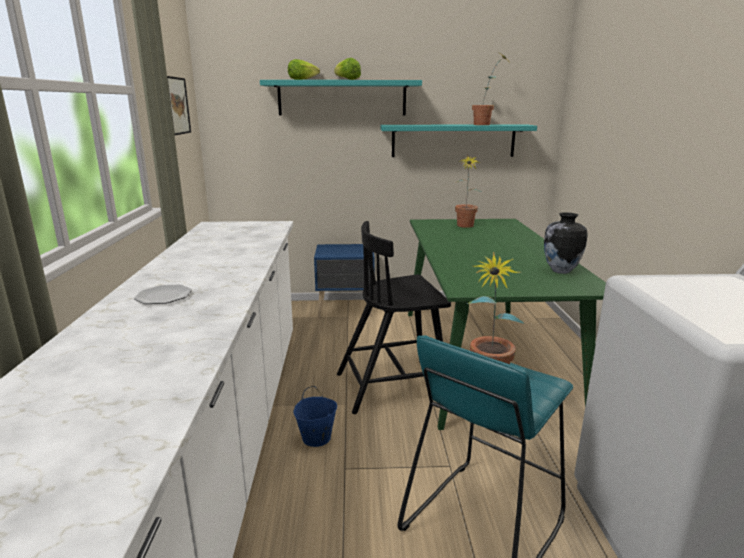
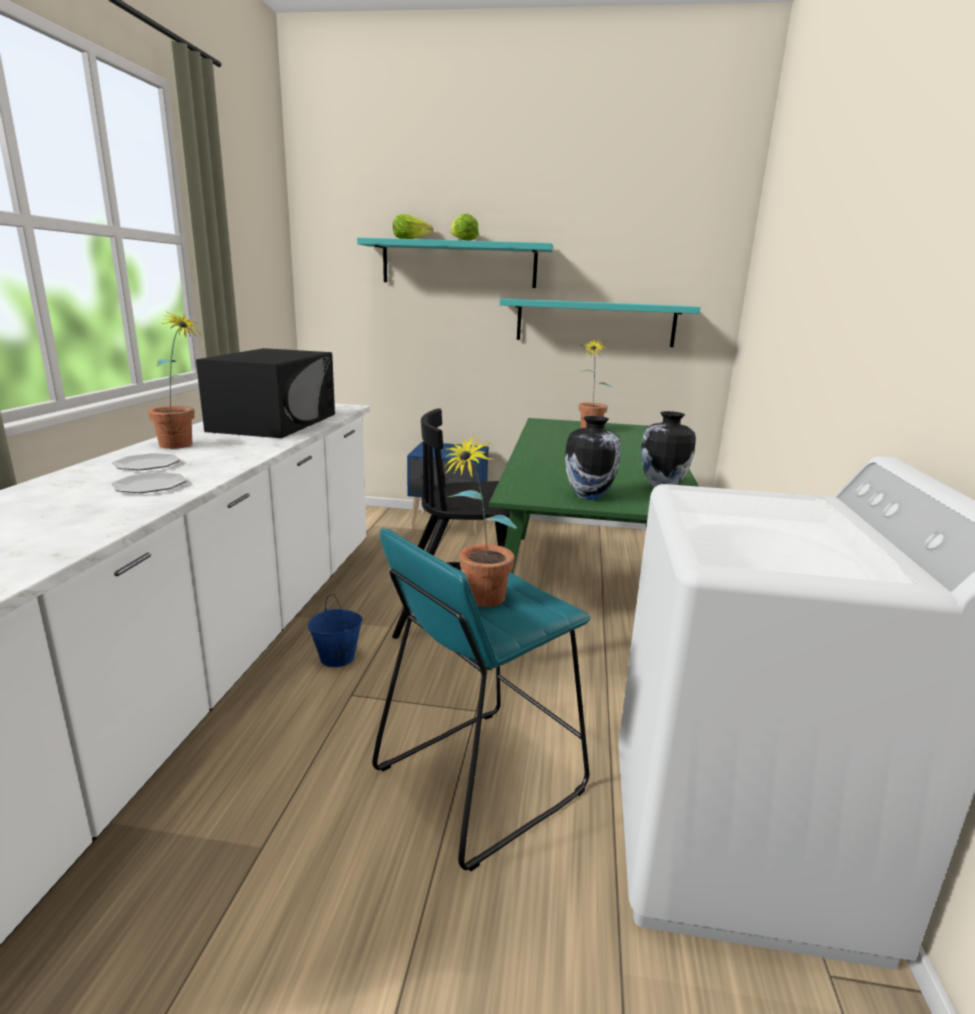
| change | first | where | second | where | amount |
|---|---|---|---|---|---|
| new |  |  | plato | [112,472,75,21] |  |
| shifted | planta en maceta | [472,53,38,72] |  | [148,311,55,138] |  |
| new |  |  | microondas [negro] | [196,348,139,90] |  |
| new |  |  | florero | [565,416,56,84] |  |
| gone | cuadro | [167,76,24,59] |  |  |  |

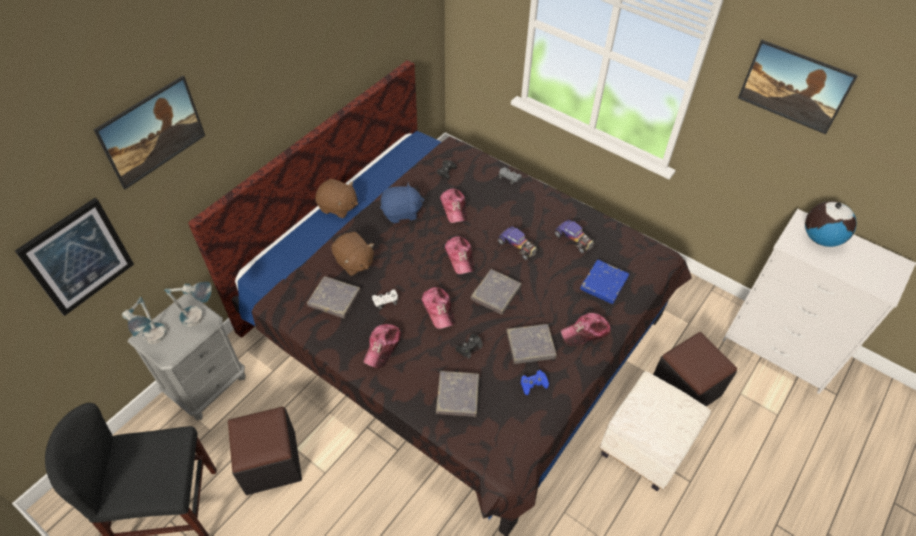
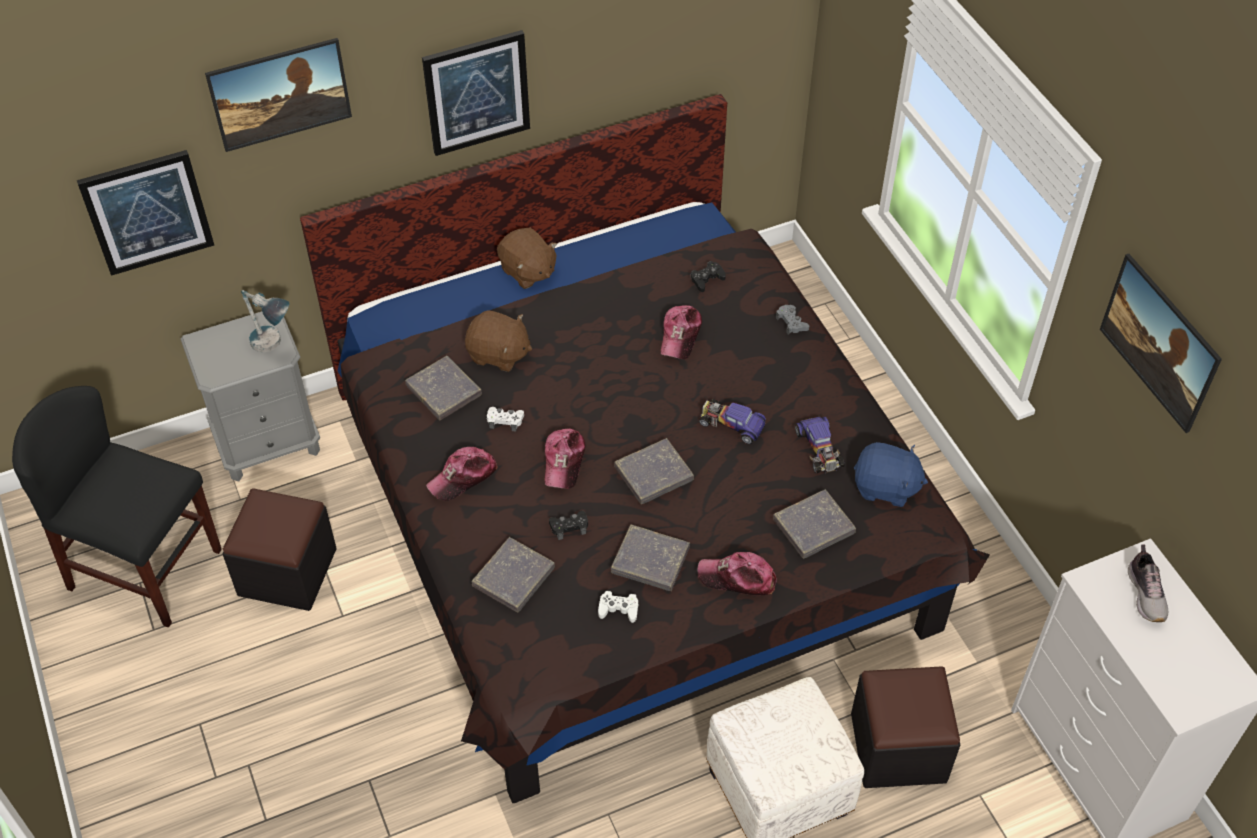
| change | first | where | second | where | amount |
|---|---|---|---|---|---|
| new |  |  | cuadro | [422,30,108,126] |  |
| rotated | peluche [marrón] | [331,232,43,44] |  | [465,310,67,62] | 60 degrees counterclockwise |
| repainted | mando de consola [azul] | [521,370,28,25] | mando de consola [blanco] | [598,591,41,32] |  |
| rotated | coche de juguete | [498,226,41,34] |  | [699,399,67,45] | 135 degrees clockwise |
| repainted | libro [azul] | [580,260,49,44] | libro [gris] | [773,489,83,70] |  |
| shifted | peluche [azul] | [380,182,44,41] |  | [854,442,74,65] |  |
| swapped | globo terráqueo | [805,201,52,46] | zapato | [1128,544,40,78] |  |
| gone | lámpara de mesa | [122,297,45,47] |  |  |  |
| gone | gorra | [445,236,30,38] |  |  |  |

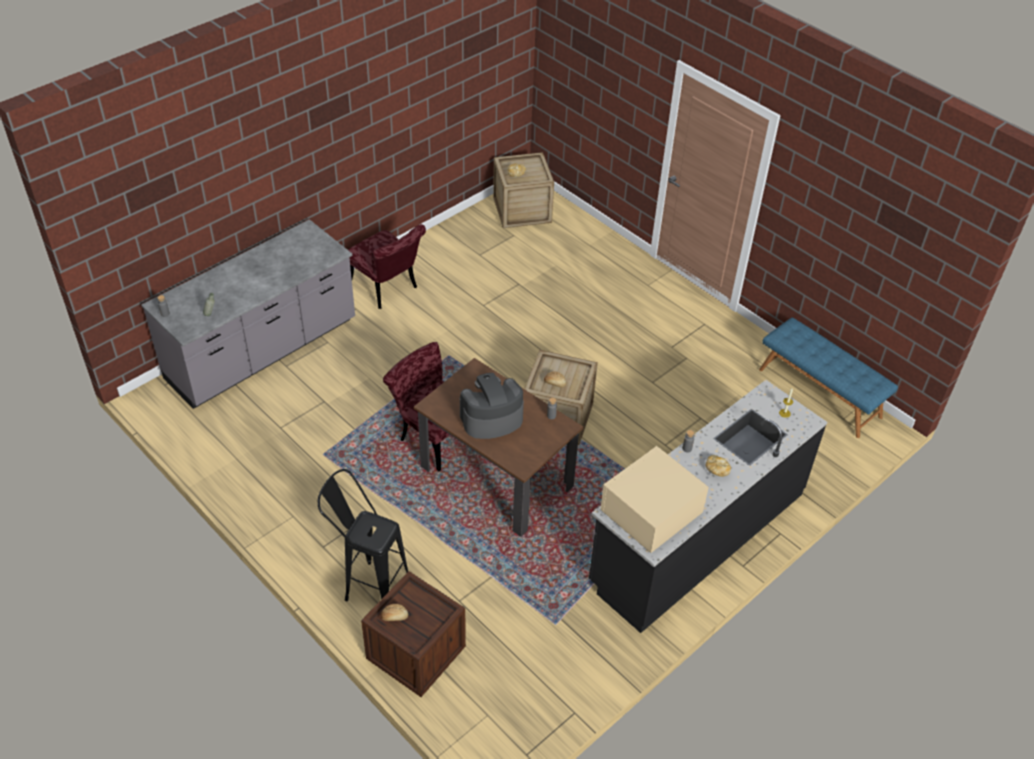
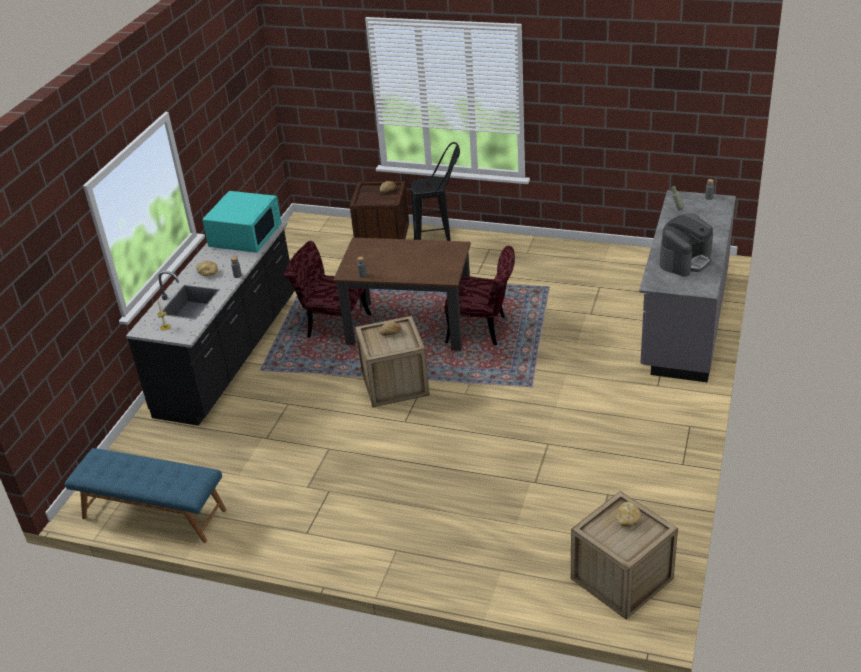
| change | first | where | second | where | amount |
|---|---|---|---|---|---|
| repainted | microondas [beis] | [600,446,109,107] | microondas [turquesa] | [202,191,80,62] |  |
| shifted | silla [rojo] | [348,224,78,85] |  | [284,241,87,97] |  |
| shifted | cafetera | [460,373,64,66] |  | [659,213,54,64] |  |

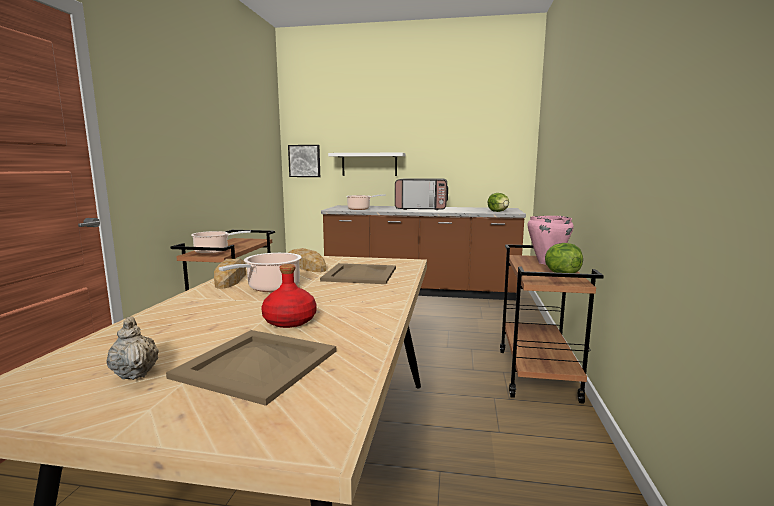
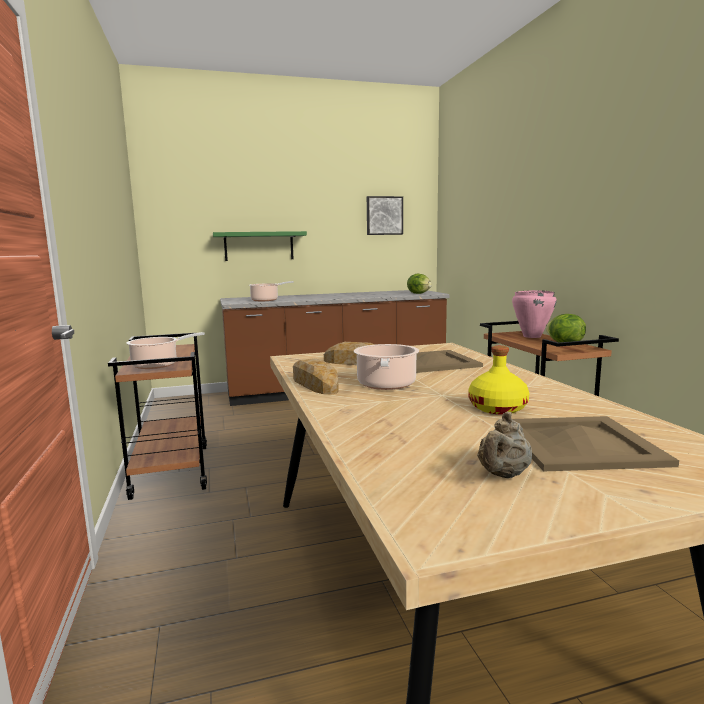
| change | first | where | second | where | amount |
|---|---|---|---|---|---|
| repainted | estante [blanco] | [328,153,77,23] | estante [verde] | [213,231,94,30] |  |
| shifted | cuadro | [288,145,32,32] |  | [367,196,36,39] |  |
| repainted | botella [rojo] | [261,264,55,64] | botella [amarillo] | [468,346,61,68] |  |
| rotated | tetera [beis] | [107,317,52,63] |  | [477,412,55,66] | 90 degrees counterclockwise |
| gone | microondas | [395,178,53,32] |  |  |  |

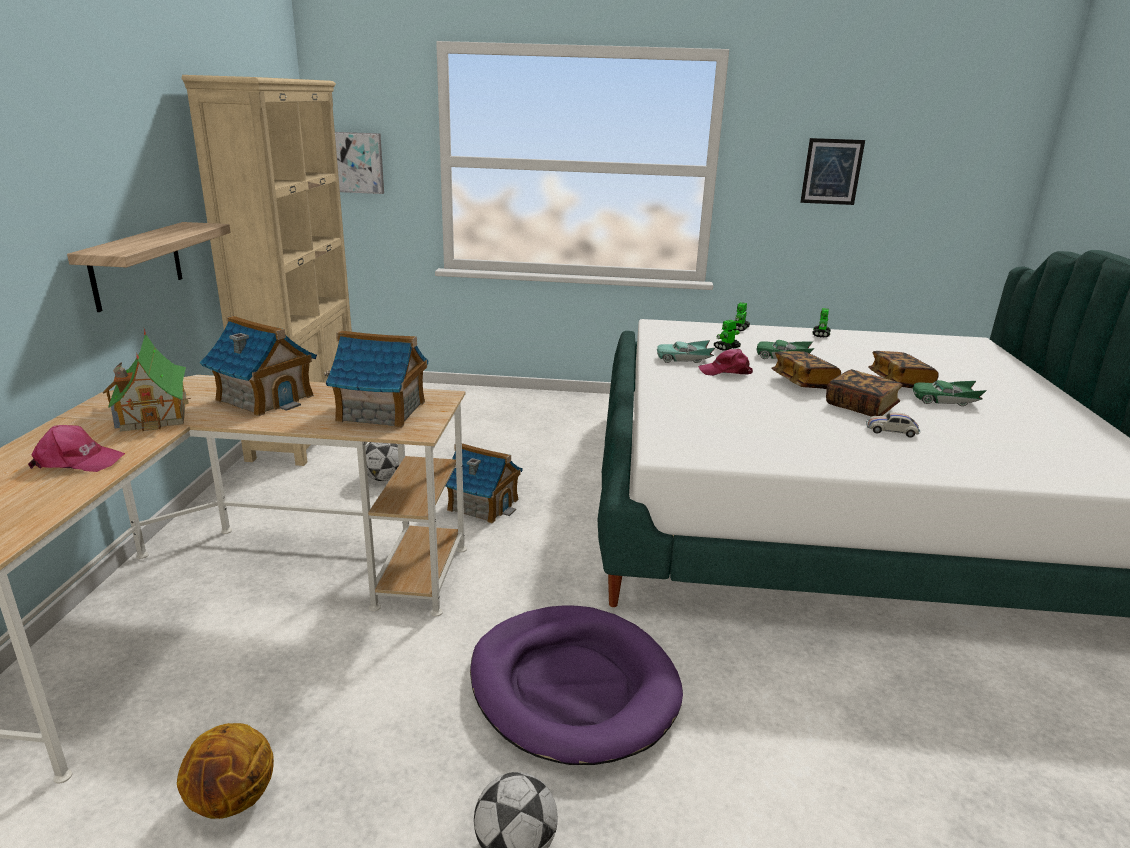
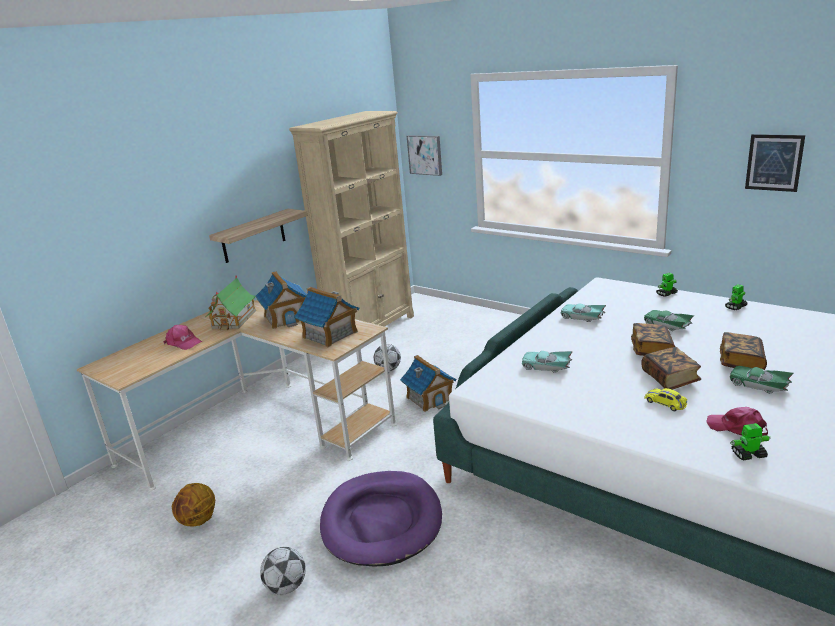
| change | first | where | second | where | amount |
|---|---|---|---|---|---|
| new |  |  | coche de juguete [turquesa] | [522,351,51,22] |  |
| repainted | coche de juguete [blanco] | [866,412,54,26] | coche de juguete [amarillo] | [645,388,42,23] |  |
| shifted | gorra [rosa] | [698,349,55,27] |  | [706,407,62,29] |  |
| shifted | robot de juguete | [714,320,27,31] |  | [730,423,41,37] |  |

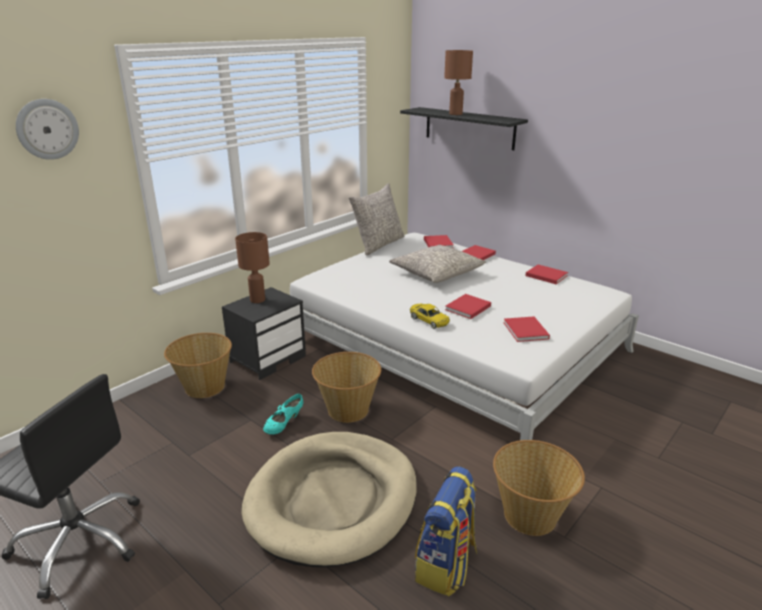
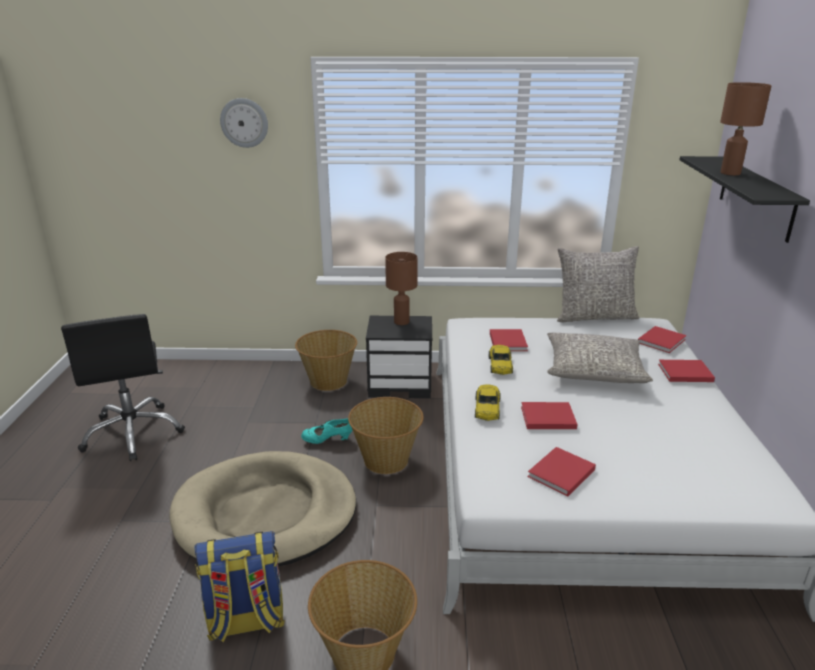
| change | first | where | second | where | amount |
|---|---|---|---|---|---|
| new |  |  | coche de juguete [amarillo] | [489,345,24,30] |  |
| shifted | libro [rojo] | [525,265,43,19] |  | [490,329,38,22] |  |

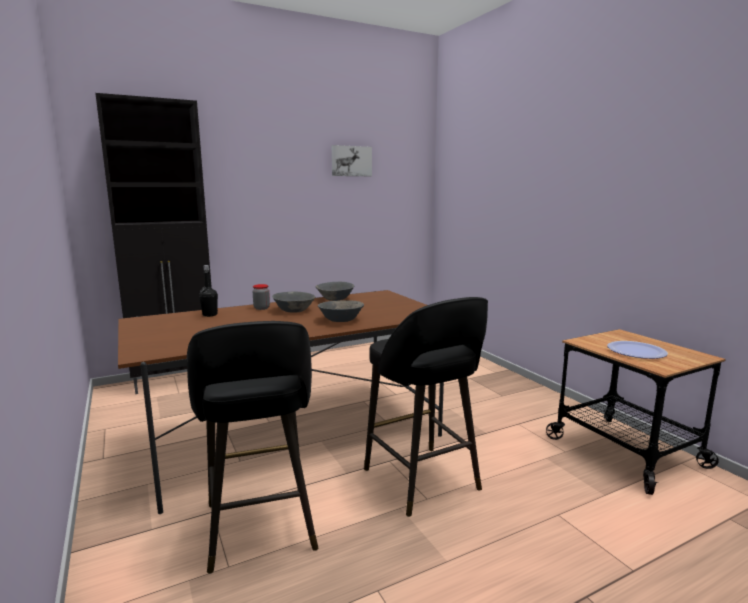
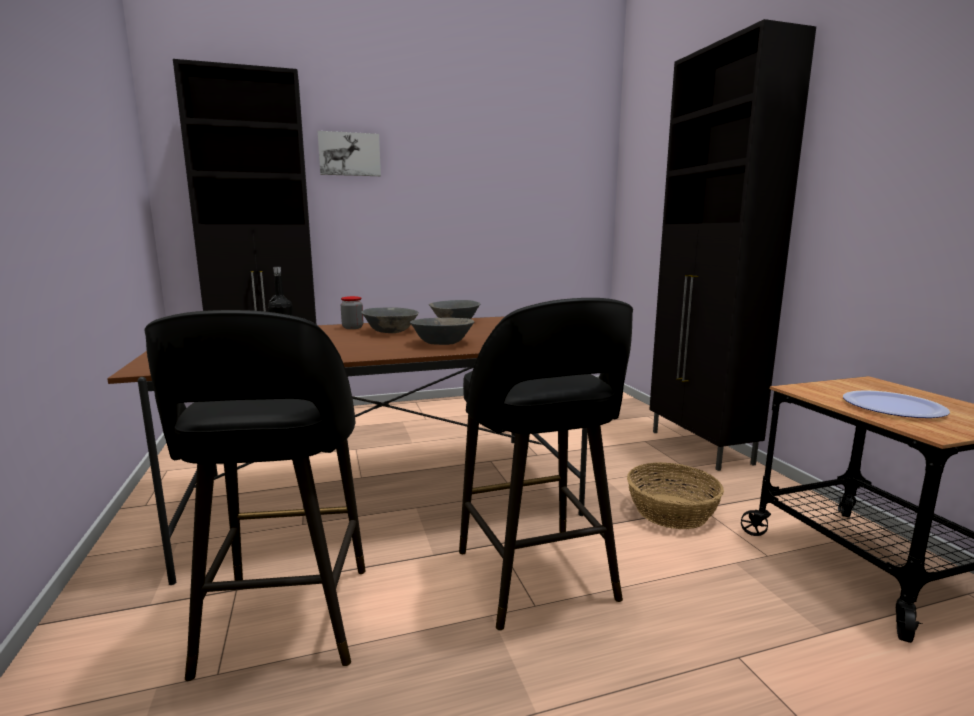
| change | first | where | second | where | amount |
|---|---|---|---|---|---|
| shifted | cuadro | [332,145,40,31] |  | [318,131,63,45] |  |
| new |  |  | cesta | [627,462,97,67] |  |
| new |  |  | armario [negro] | [649,19,167,452] |  |

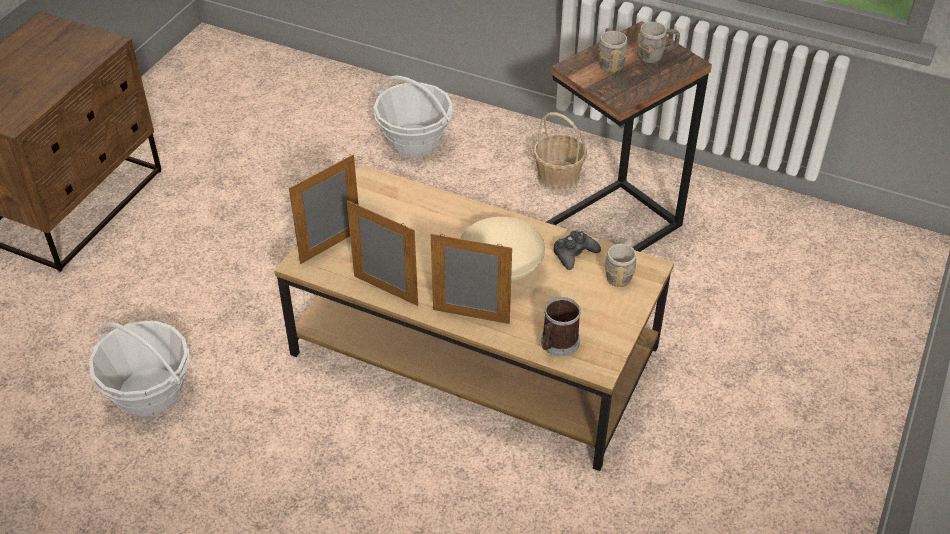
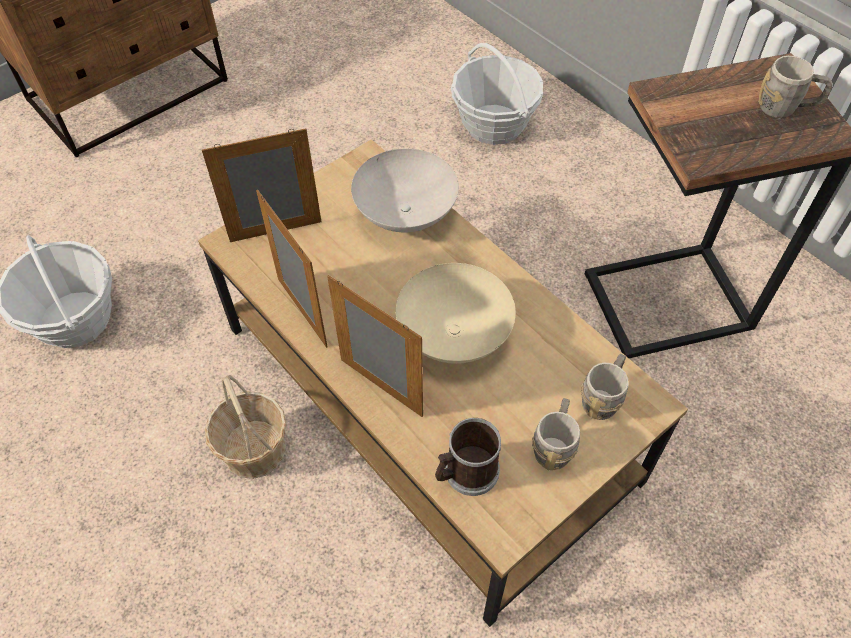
| change | first | where | second | where | amount |
|---|---|---|---|---|---|
| shifted | cesta | [533,112,54,79] |  | [205,375,82,104] |  |
| new |  |  | cuenco [blanco] | [351,149,108,83] |  |
| shifted | taza grande [gris] | [599,28,29,45] |  | [532,398,48,72] |  |
| gone | mando de consola [negro] | [554,230,47,40] |  |  |  |

